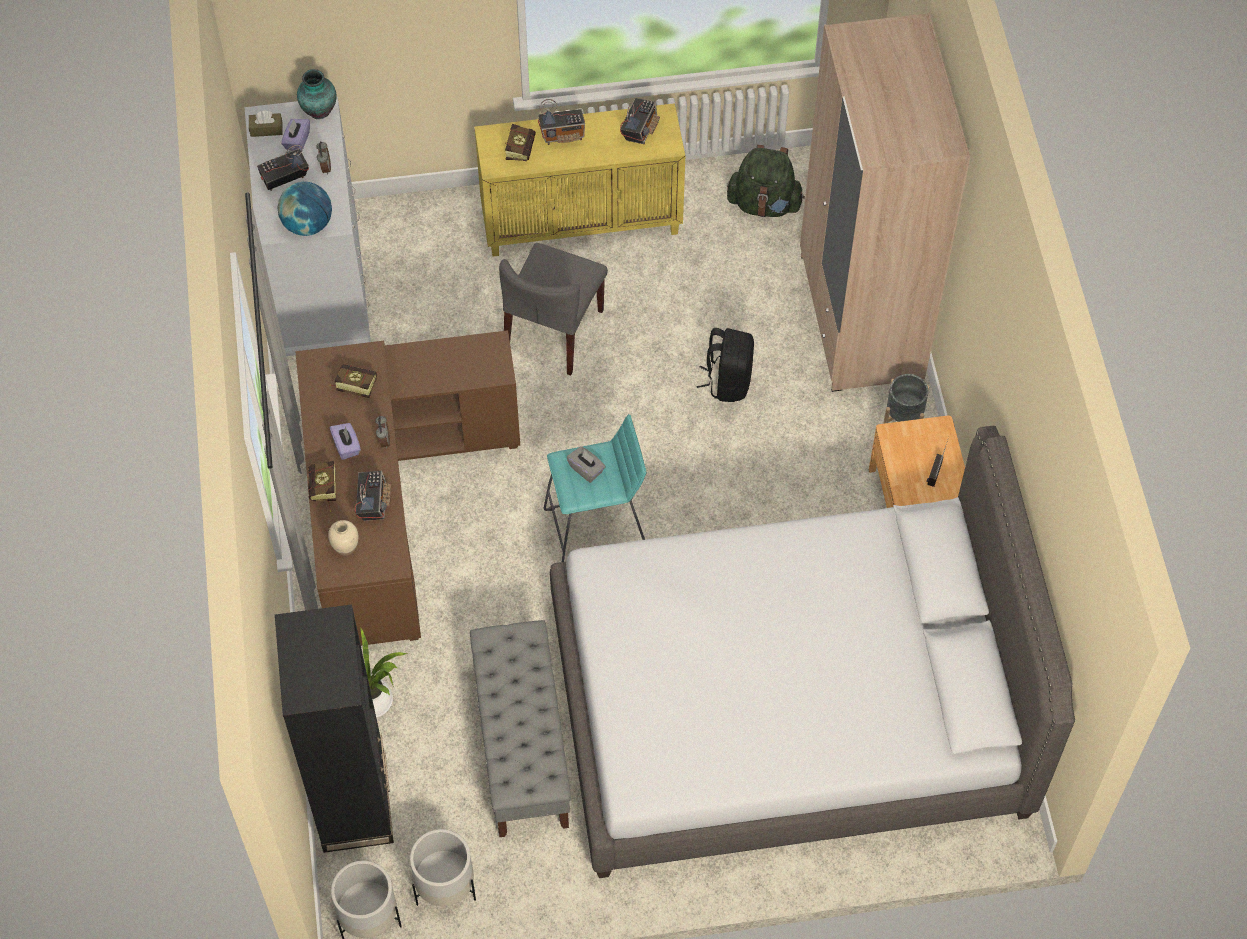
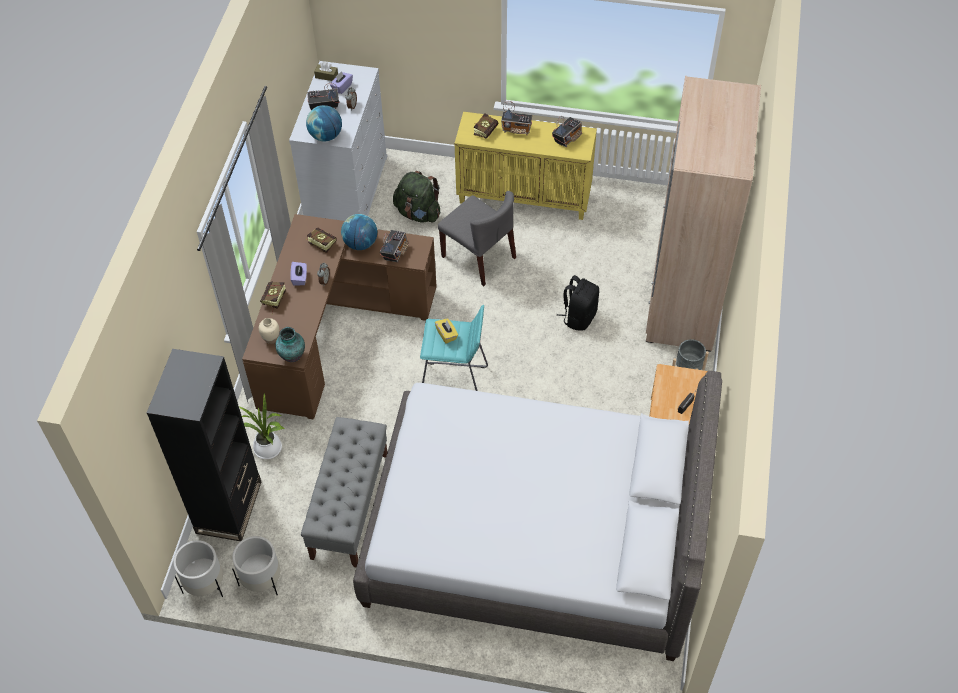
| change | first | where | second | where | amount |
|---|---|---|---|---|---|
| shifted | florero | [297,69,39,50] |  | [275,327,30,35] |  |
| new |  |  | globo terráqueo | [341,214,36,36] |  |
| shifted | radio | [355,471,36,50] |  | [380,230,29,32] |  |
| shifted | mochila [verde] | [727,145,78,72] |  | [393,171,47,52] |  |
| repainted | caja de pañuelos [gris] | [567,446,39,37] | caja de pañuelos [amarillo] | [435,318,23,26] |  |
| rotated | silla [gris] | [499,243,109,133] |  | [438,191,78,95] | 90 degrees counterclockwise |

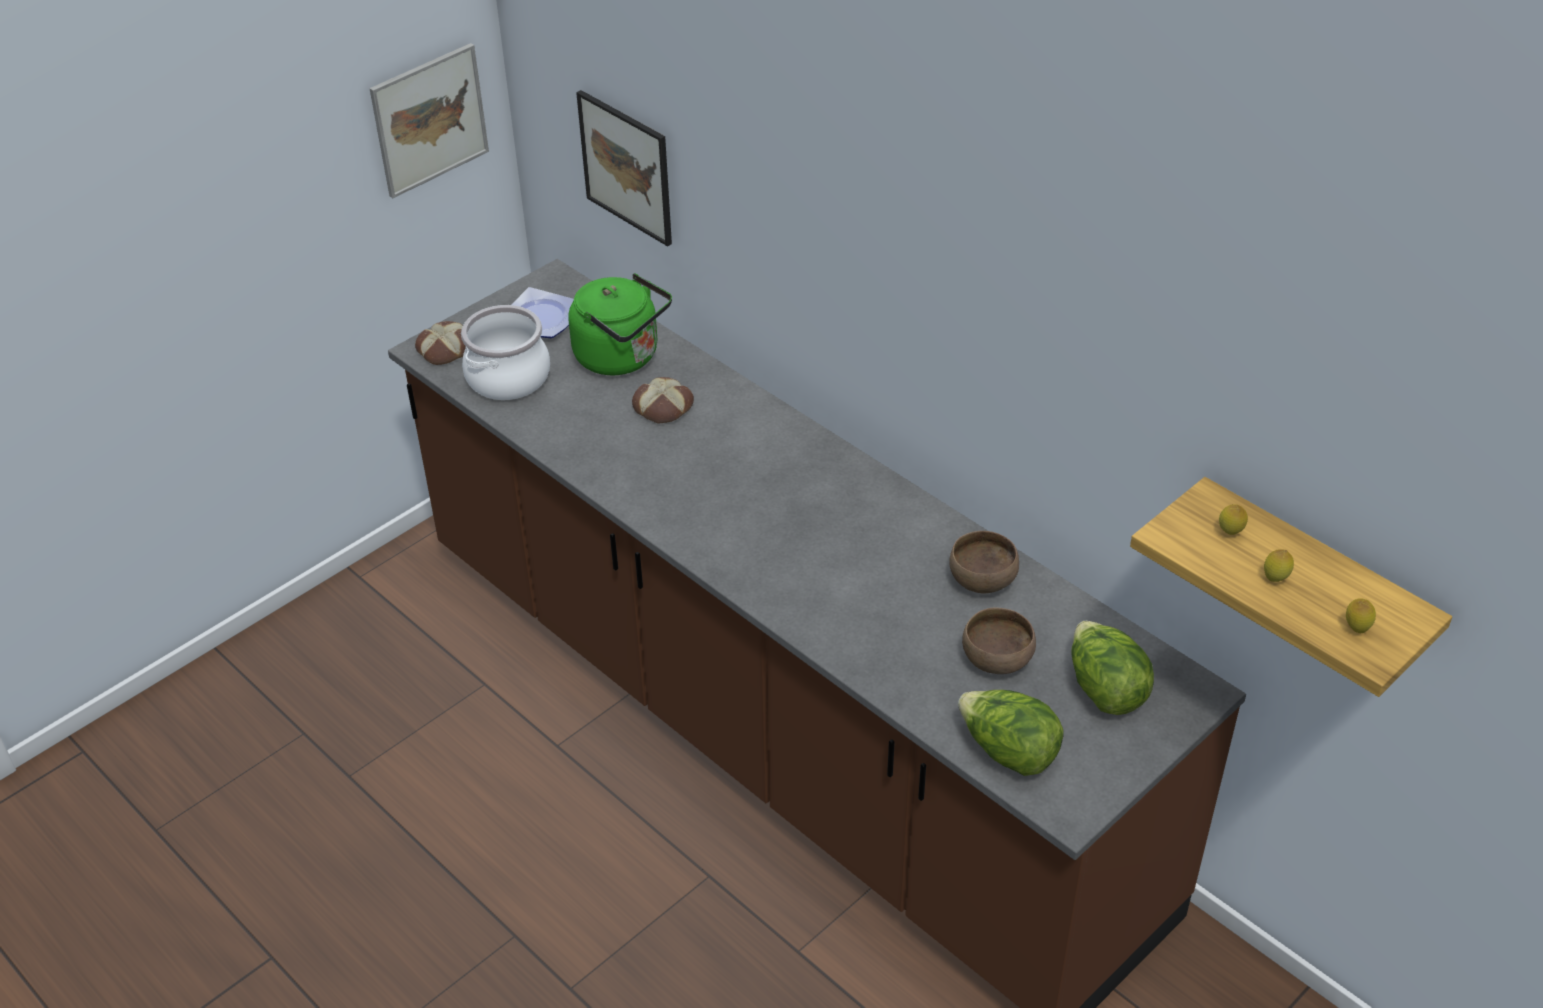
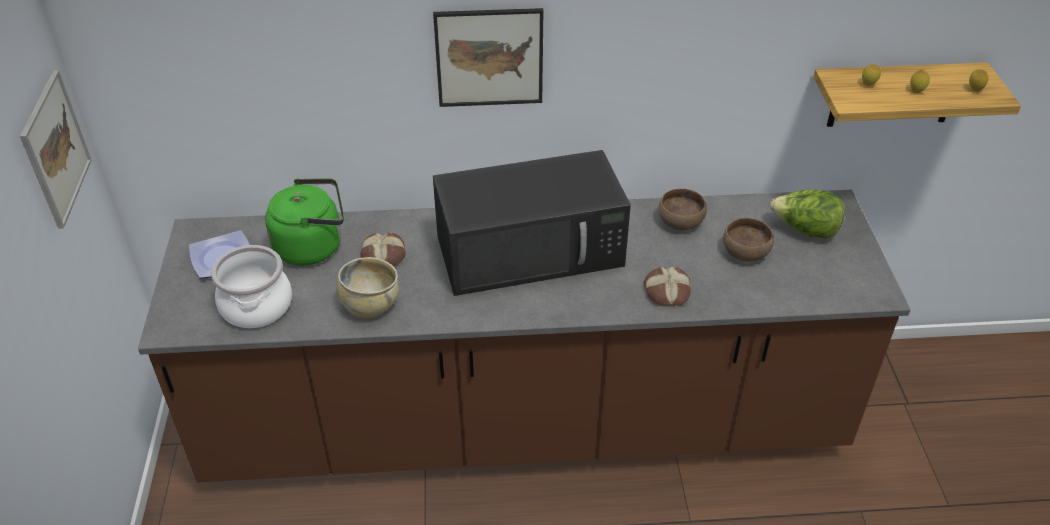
| change | first | where | second | where | amount |
|---|---|---|---|---|---|
| new |  |  | cuenco [beis] | [336,257,63,61] |  |
| shifted | cuadro | [576,90,96,157] |  | [433,8,110,99] |  |
| new |  |  | microondas [negro] | [433,150,198,146] |  |
| shifted | pan | [415,321,50,44] |  | [644,267,47,39] |  |
| gone | lechuga | [958,690,106,86] |  |  |  |

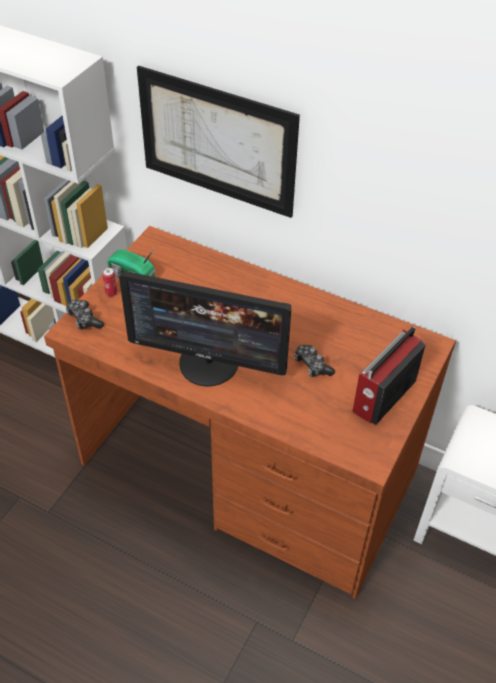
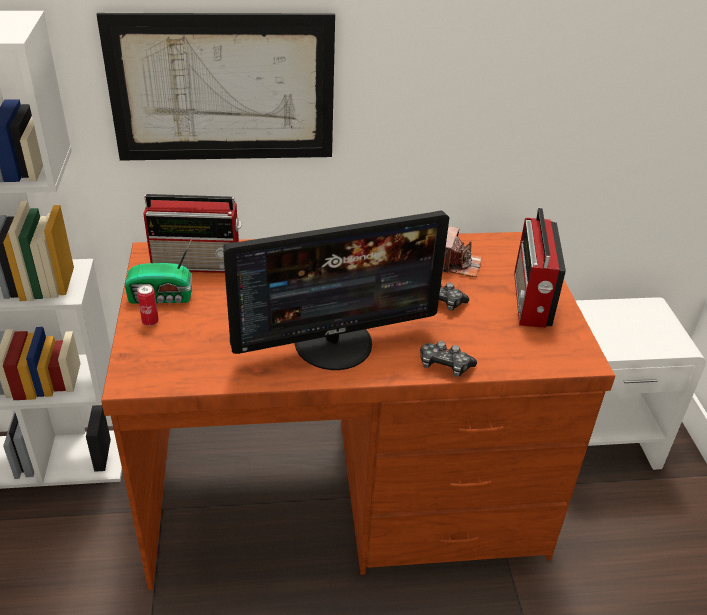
| change | first | where | second | where | amount |
|---|---|---|---|---|---|
| new |  |  | radio | [143,194,99,79] |  |
| shifted | mando de consola | [66,300,38,30] |  | [420,341,57,36] |  |
| new |  |  | cámara | [442,226,40,51] |  |

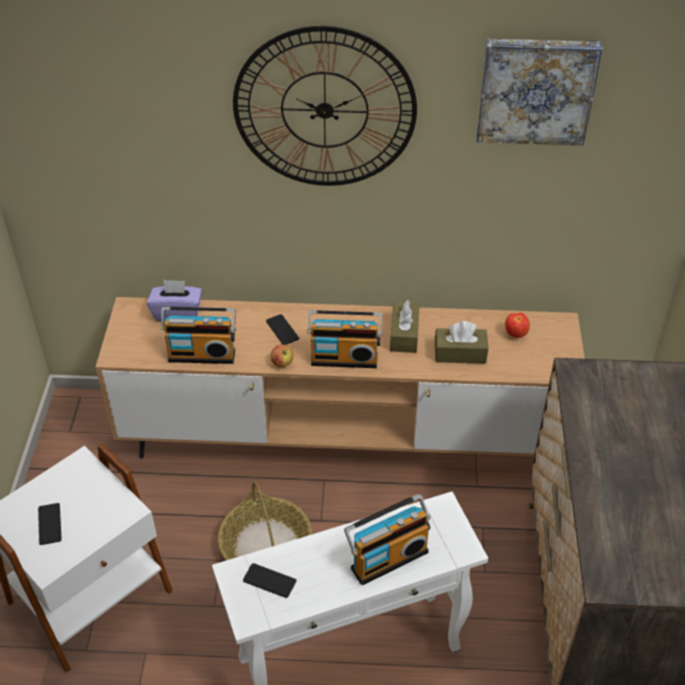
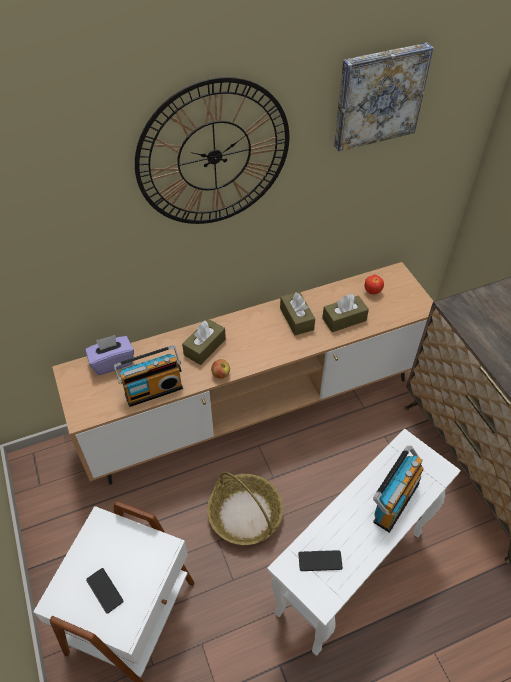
| change | first | where | second | where | amount |
|---|---|---|---|---|---|
| swapped | móvil | [266,314,33,31] | caja de pañuelos [marrón] | [182,319,44,46] |  |
| gone | radio | [307,310,75,58] |  |  |  |

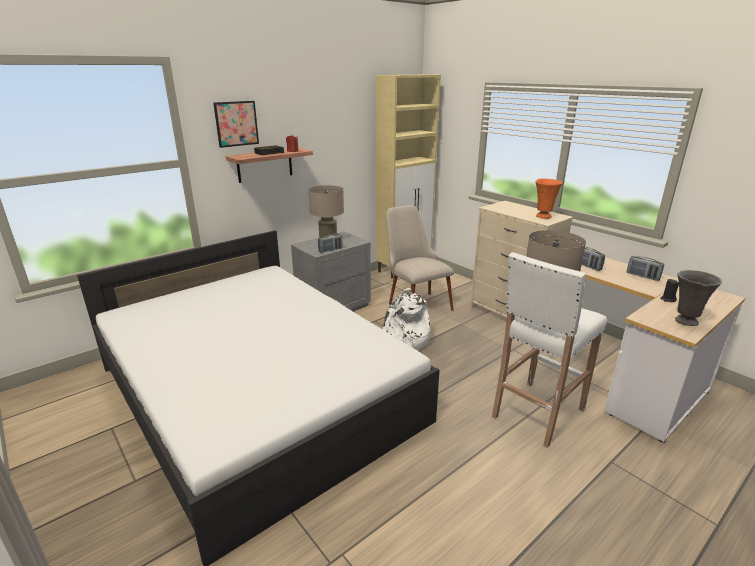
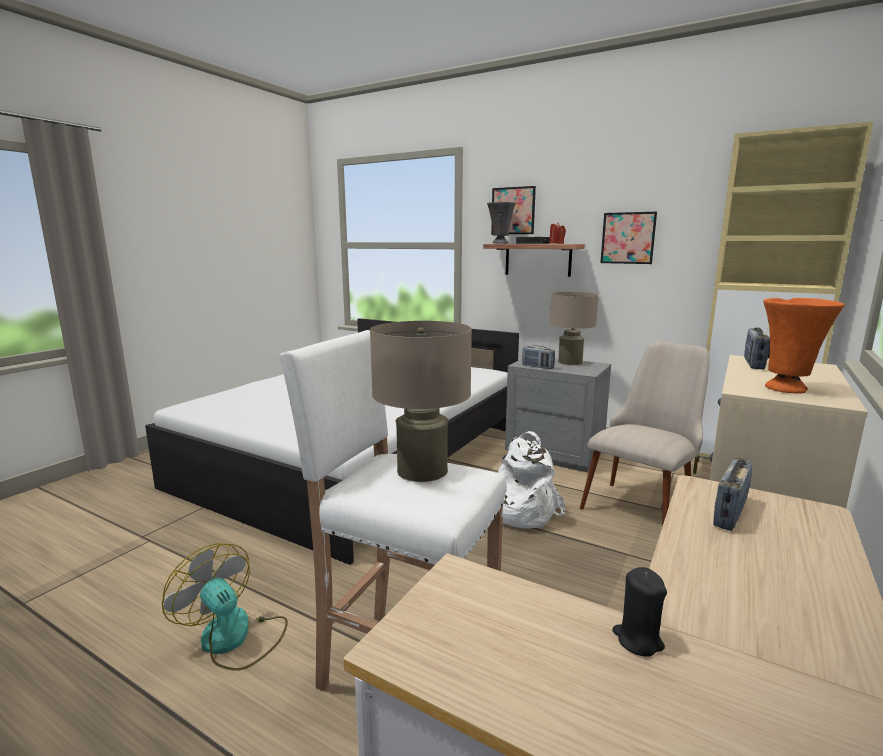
| change | first | where | second | where | amount |
|---|---|---|---|---|---|
| new |  |  | ventilador | [162,543,126,128] |  |
| shifted | florero [gris] | [675,270,47,56] |  | [487,202,29,42] |  |
| new |  |  | cuadro | [600,212,57,52] |  |
| shifted | radio | [627,256,37,25] |  | [744,327,26,43] |  |

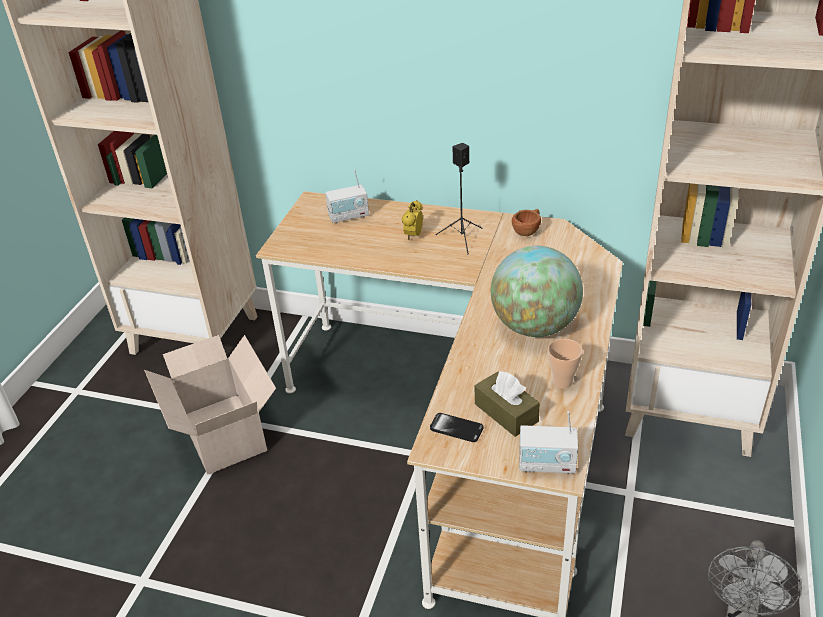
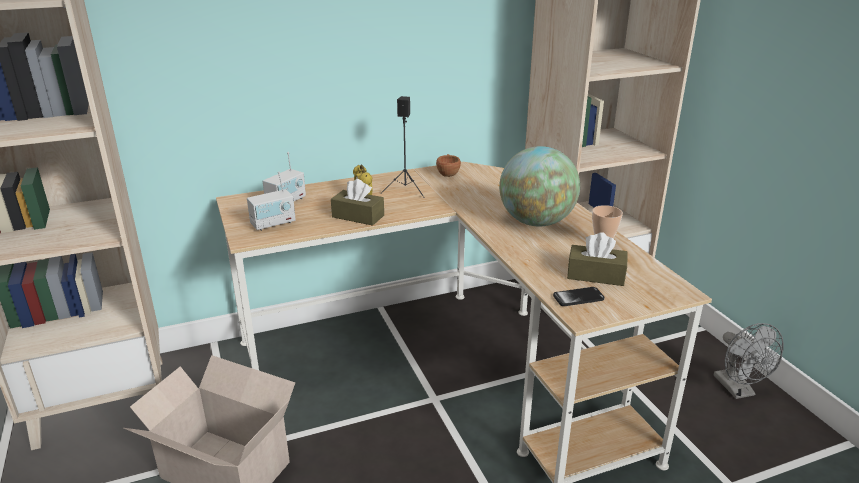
| change | first | where | second | where | amount |
|---|---|---|---|---|---|
| shifted | radio | [519,411,59,63] |  | [247,172,49,59] |  |
| new |  |  | caja de pañuelos [marrón] | [331,179,53,47] |  |

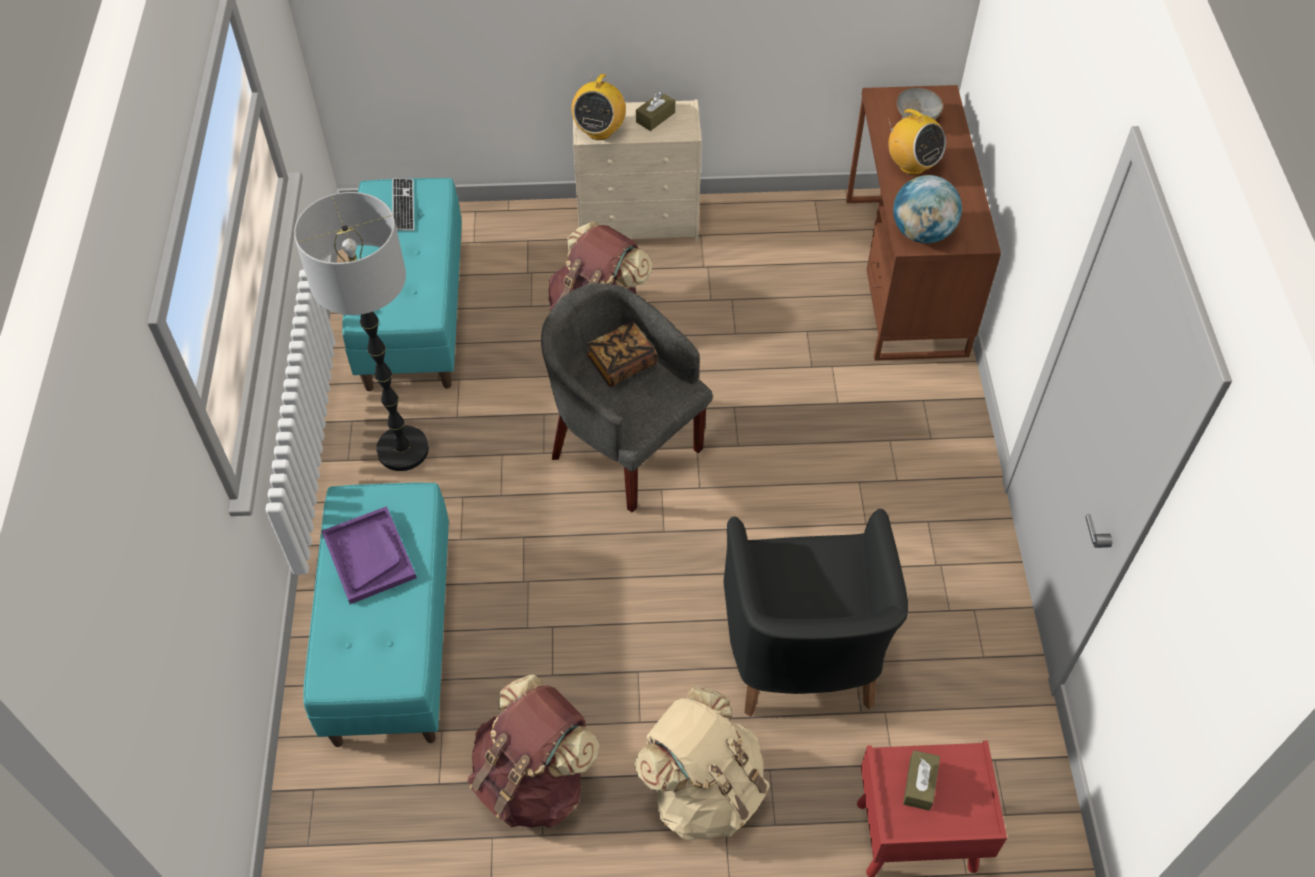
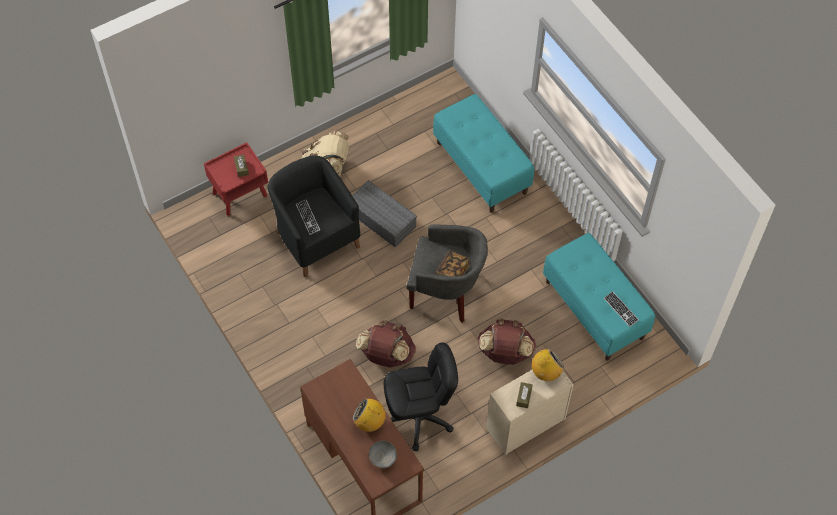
| change | first | where | second | where | amount |
|---|---|---|---|---|---|
| new |  |  | teclado | [296,199,24,36] |  |
| new |  |  | caja de almacenaje [gris] | [352,180,65,67] |  |
| shifted | mochila [marrón] | [467,675,132,153] |  | [356,320,60,48] |  |
| new |  |  | silla de oficina [negro] | [384,343,74,108] |  |
| rotated | radio | [572,72,54,68] |  | [532,349,32,32] | 75 degrees clockwise |
| gone | lámpara de pie | [294,192,135,279] |  |  |  |
| gone | bandeja [morado] | [322,506,95,98] |  |  |  |
| gone | globo terráqueo | [893,175,69,68] |  |  |  |

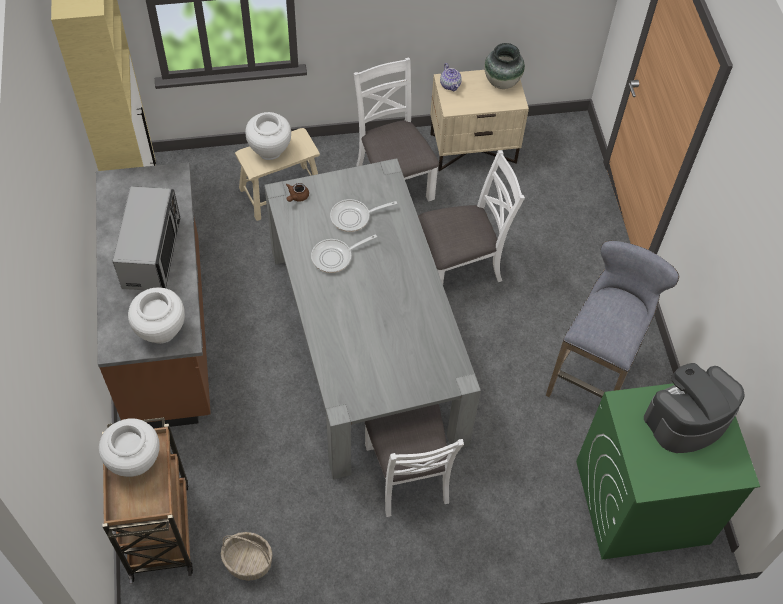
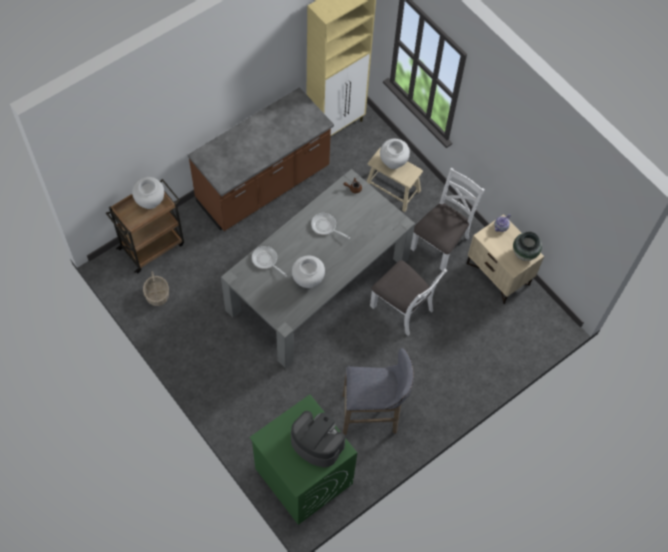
| change | first | where | second | where | amount |
|---|---|---|---|---|---|
| shifted | sartén | [330,199,67,33] |  | [252,246,36,31] |  |
| shifted | florero [blanco] | [128,287,57,57] |  | [292,256,33,32] |  |
| gone | microondas | [112,186,69,104] |  |  |  |
| gone | silla [blanco] | [364,404,100,113] |  |  |  |

